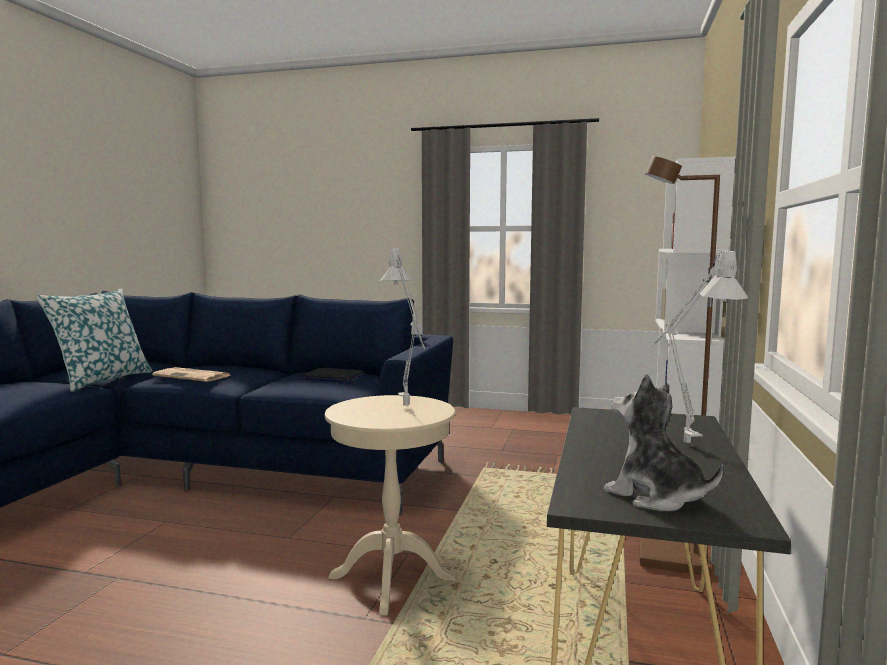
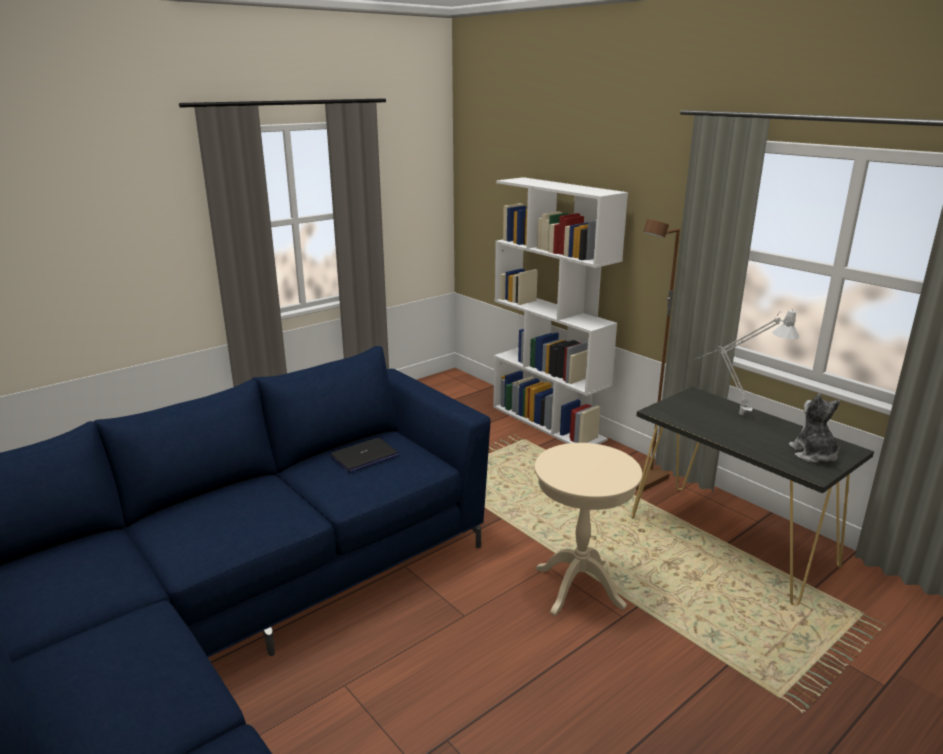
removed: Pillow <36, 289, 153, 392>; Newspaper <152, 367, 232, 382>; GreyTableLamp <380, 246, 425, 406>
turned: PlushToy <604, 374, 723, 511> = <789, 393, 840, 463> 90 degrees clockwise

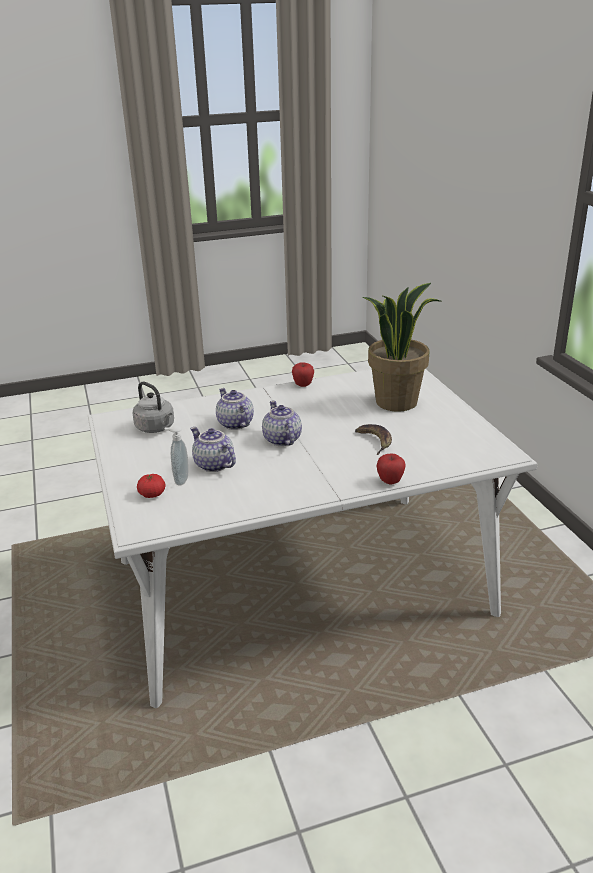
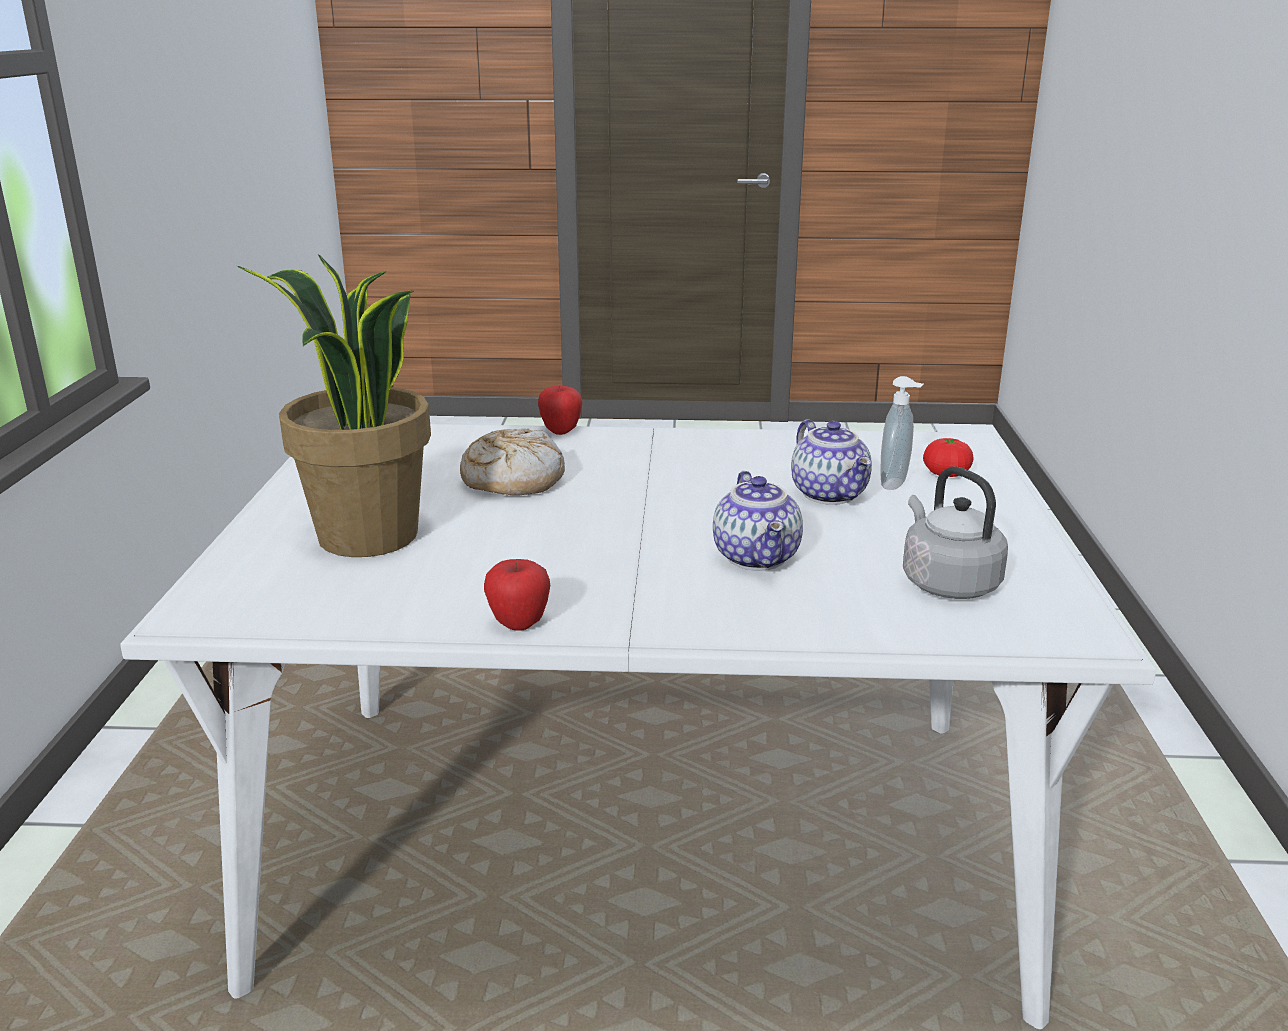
removed: Teapot <262, 401, 302, 446>
replaced: Banana <355, 424, 392, 455> to Bread <460, 429, 565, 496>

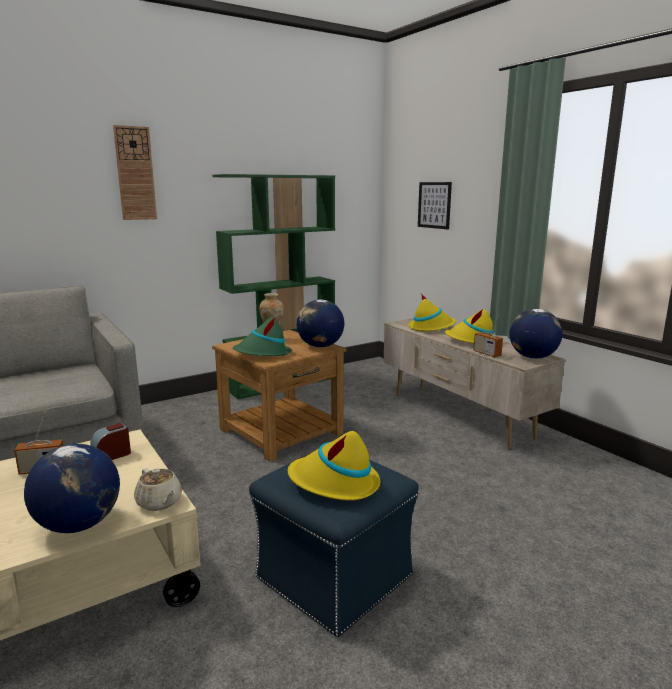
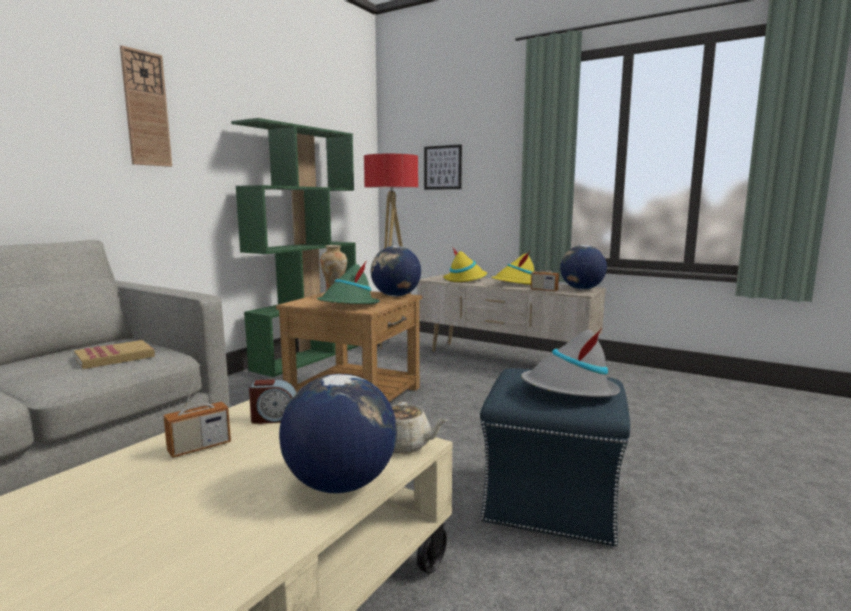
added: Book <74, 340, 155, 369>; FloorLamp <364, 154, 418, 349>
recoloured: YellowHat <288, 431, 380, 500> to GreyHat <521, 328, 620, 397>
turned: AlarmClock <91, 423, 131, 460> = <249, 379, 296, 424> 120 degrees counterclockwise

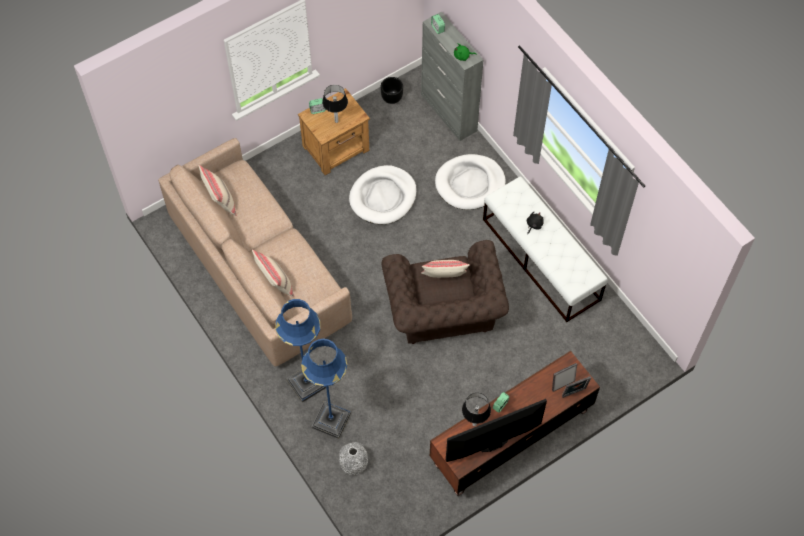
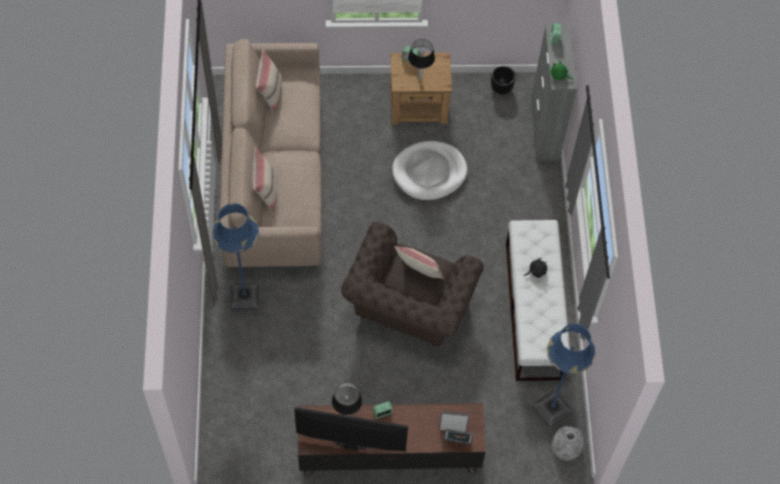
removed: WhiteDogBed <435, 154, 506, 210>
moved: BlueFloorLamp <301, 339, 351, 439> to <530, 324, 595, 430>; GreyVase <339, 442, 368, 475> to <552, 426, 583, 461>

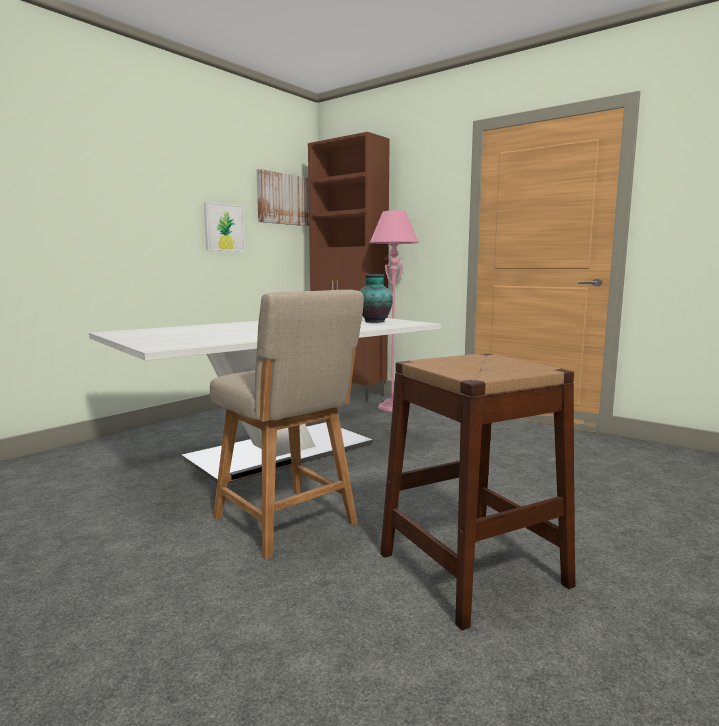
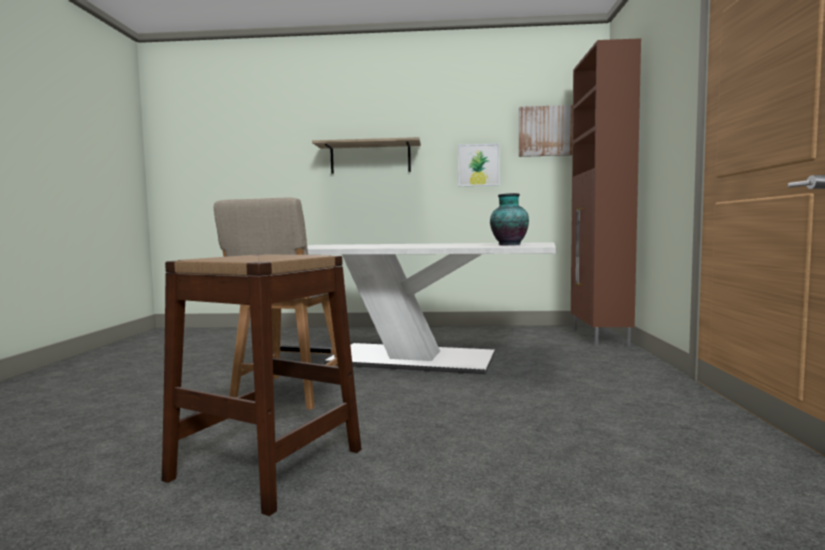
removed: PinkFloorLamp <370, 211, 418, 412>
added: Shelf <312, 137, 421, 174>

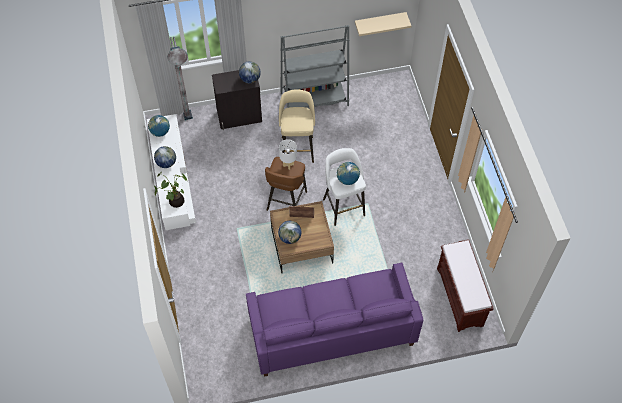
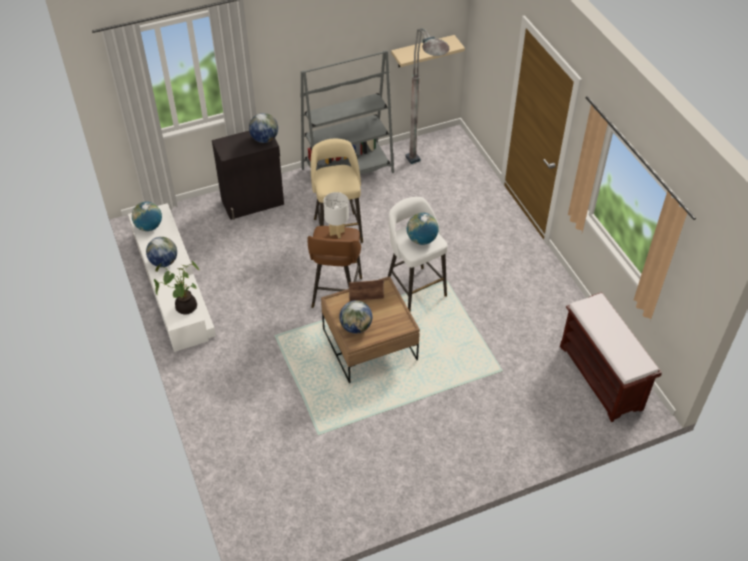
removed: PurpleSofa <246, 262, 423, 377>
moved: GreyFloorLamp <167, 37, 193, 120> to <405, 28, 449, 164>

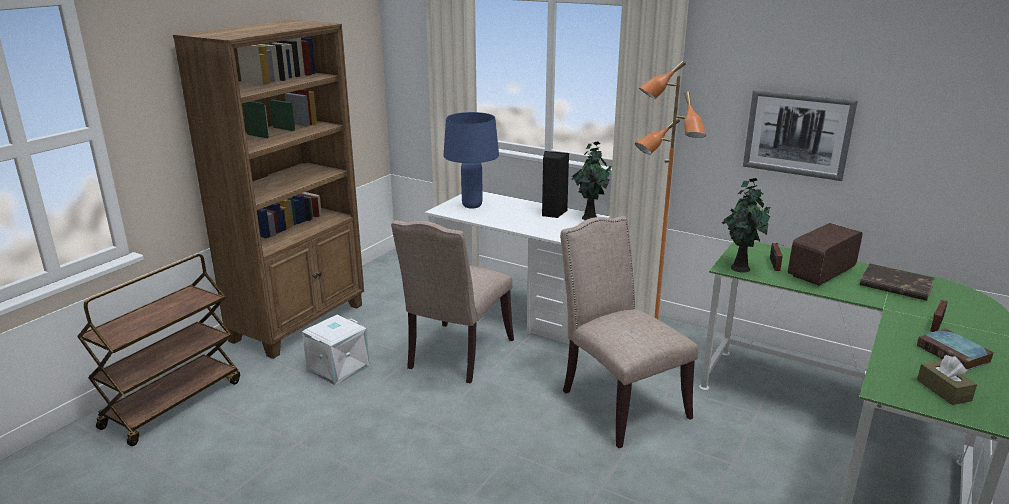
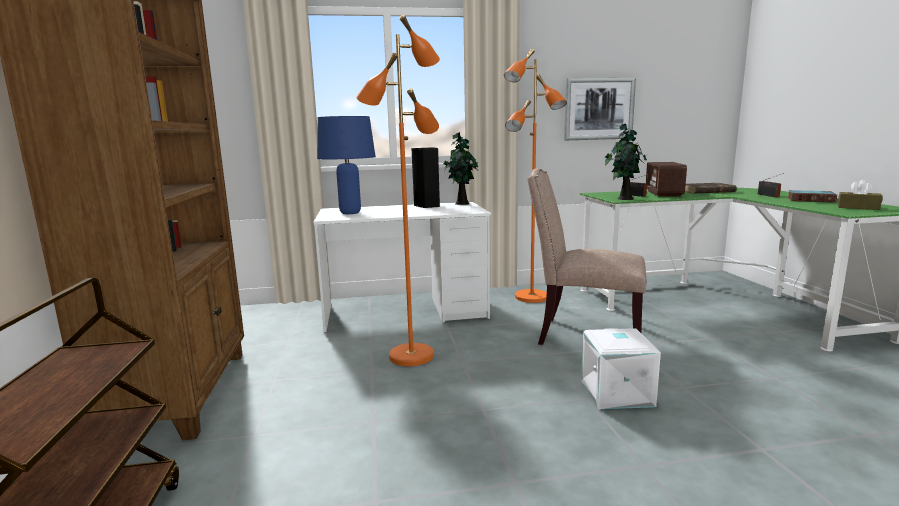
moved: WhiteStorageBox <302, 315, 369, 385> to <581, 328, 661, 409>
replaced: BeigeChair <391, 220, 514, 383> to OrangeFloorLamp <356, 15, 440, 366>

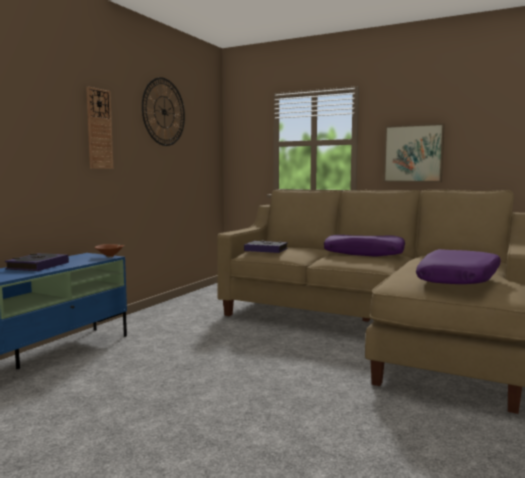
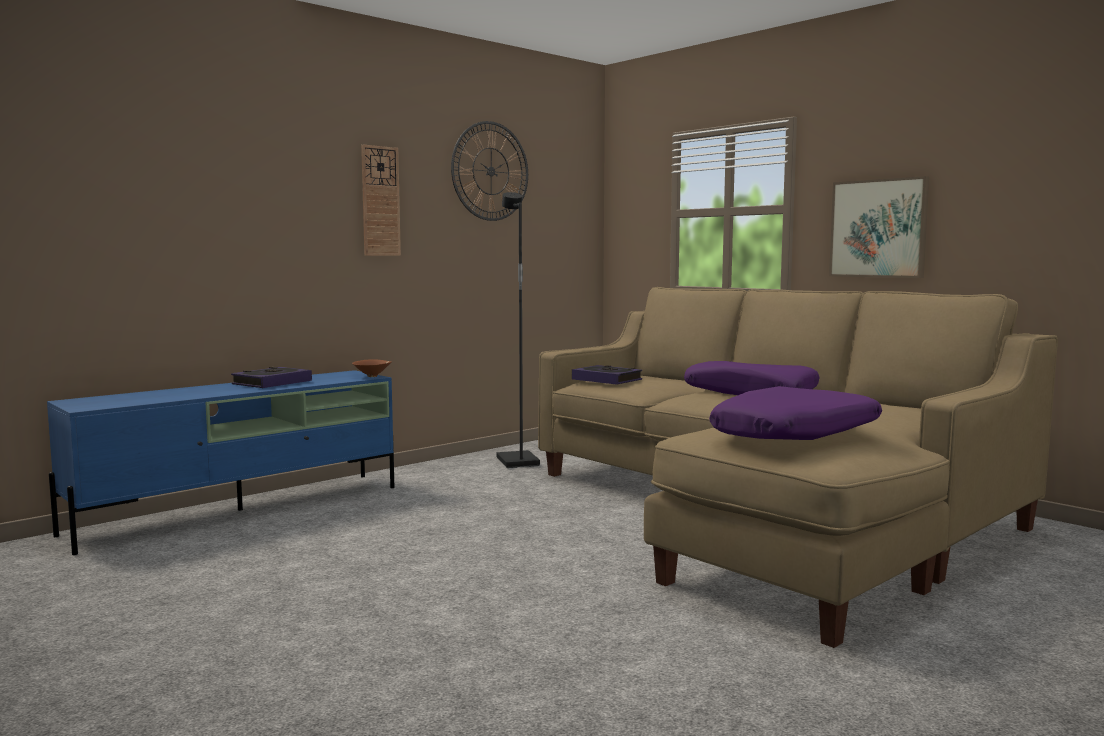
added: BlackFloorLamp <497, 192, 540, 468>

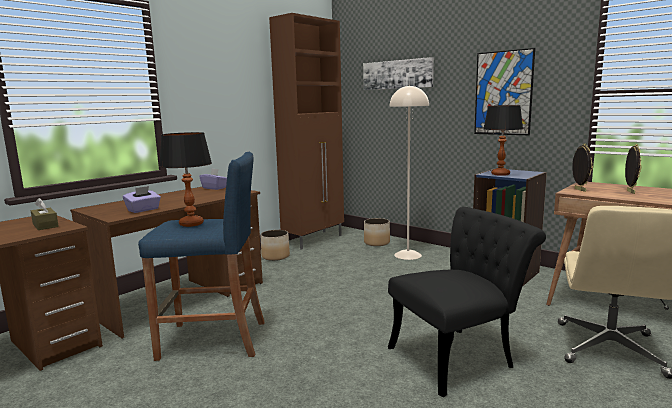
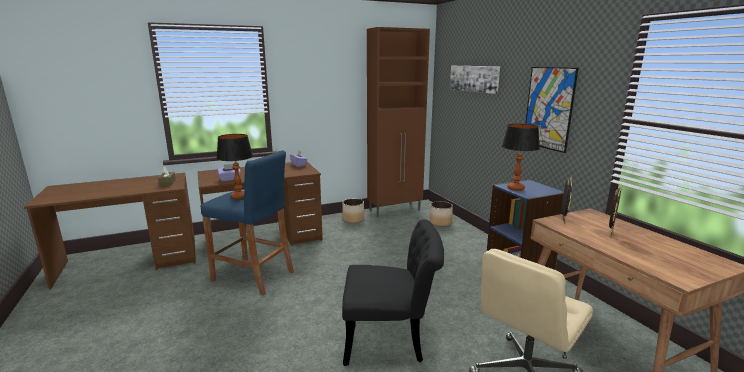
removed: BeigeFloorLamp <389, 85, 429, 260>

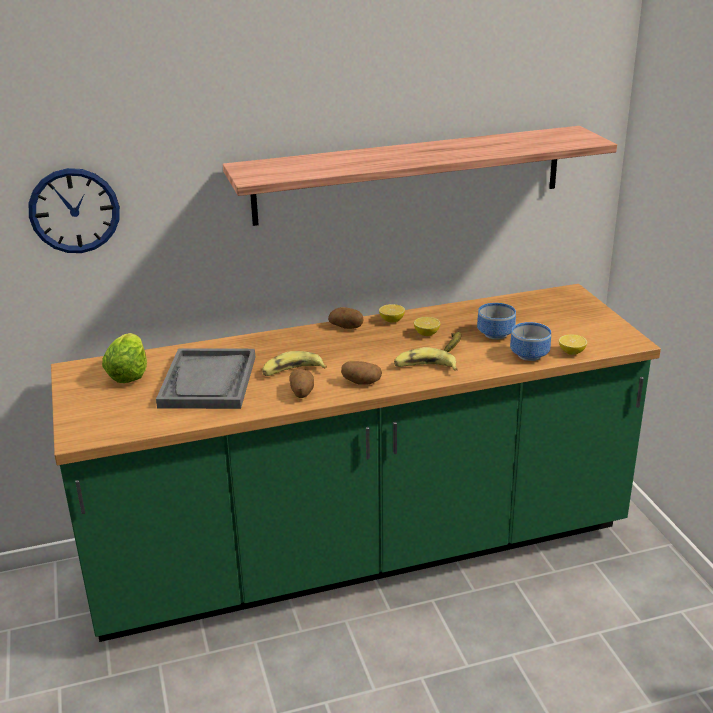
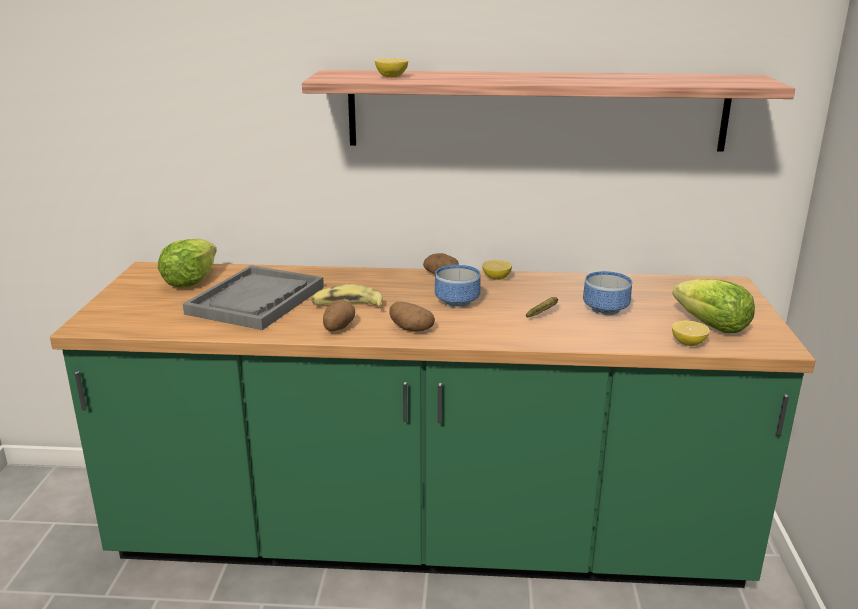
removed: WallClock <29, 168, 120, 253>; Banana <394, 347, 458, 370>
added: Lettuce <672, 279, 755, 333>
moved: Lemon <414, 317, 441, 336> to <375, 58, 408, 77>; Bowl <510, 322, 551, 361> to <435, 265, 480, 308>

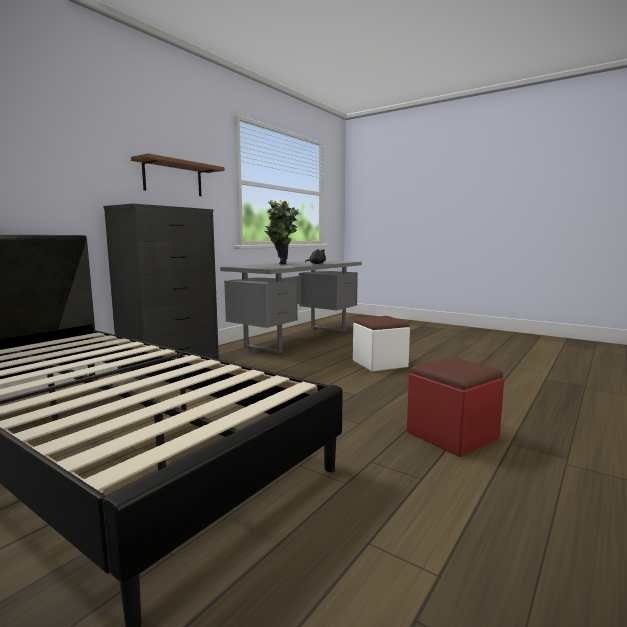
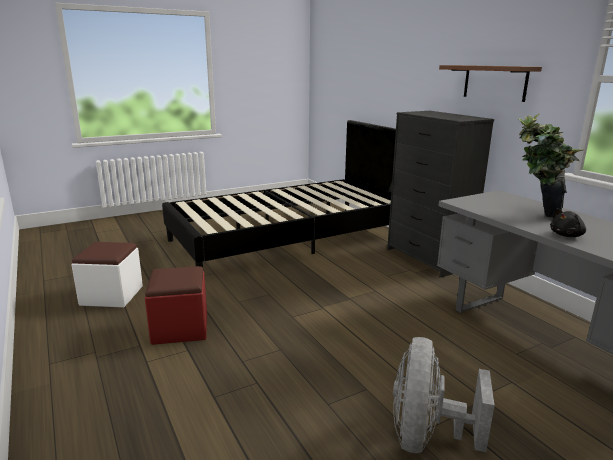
added: GreyFan <393, 337, 495, 453>
moved: WhiteOttoman <353, 316, 410, 372> to <71, 242, 143, 308>

